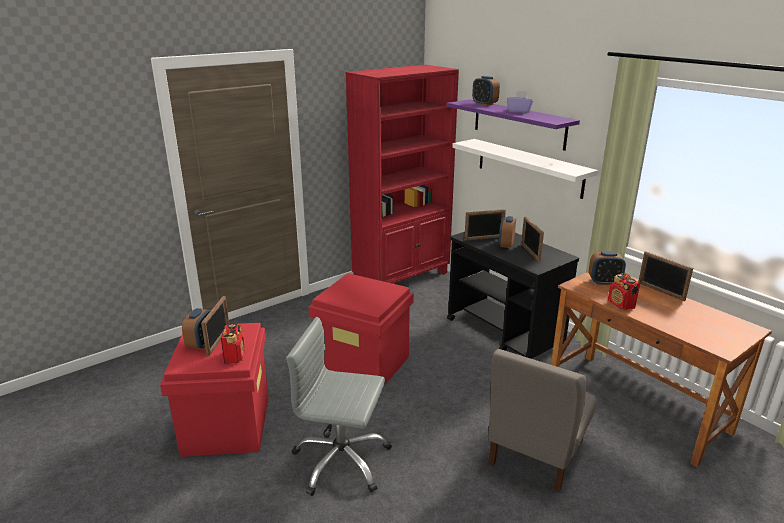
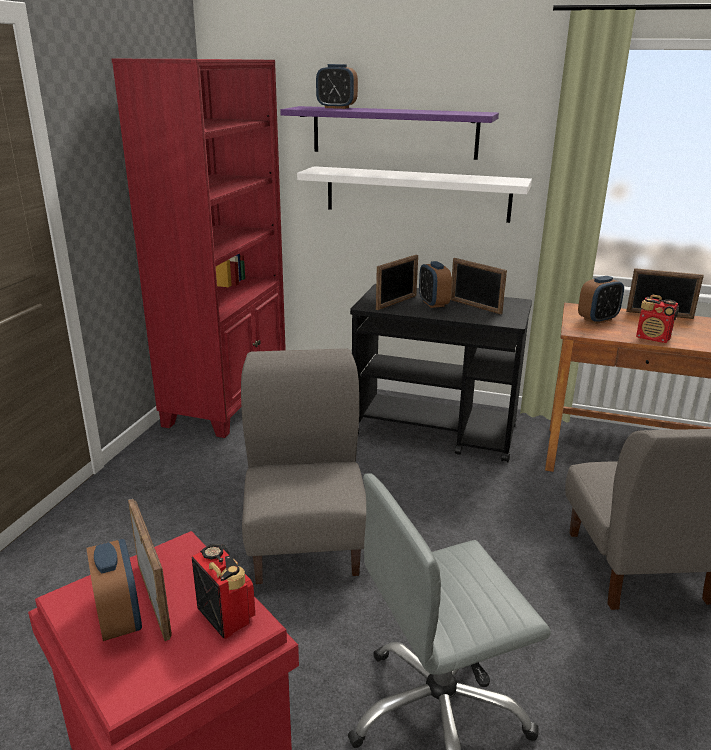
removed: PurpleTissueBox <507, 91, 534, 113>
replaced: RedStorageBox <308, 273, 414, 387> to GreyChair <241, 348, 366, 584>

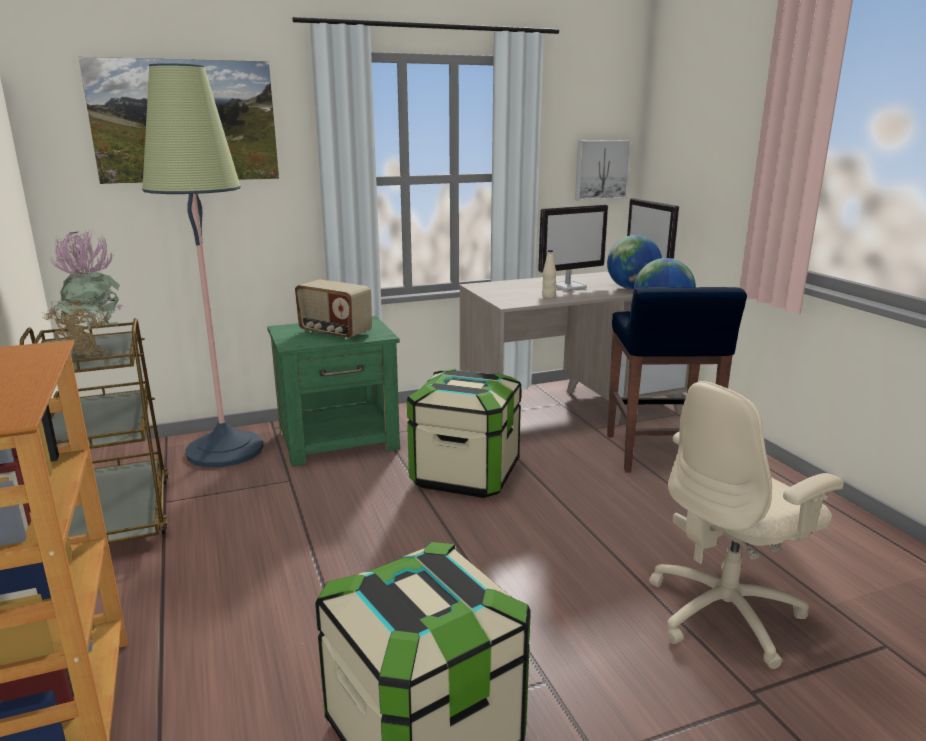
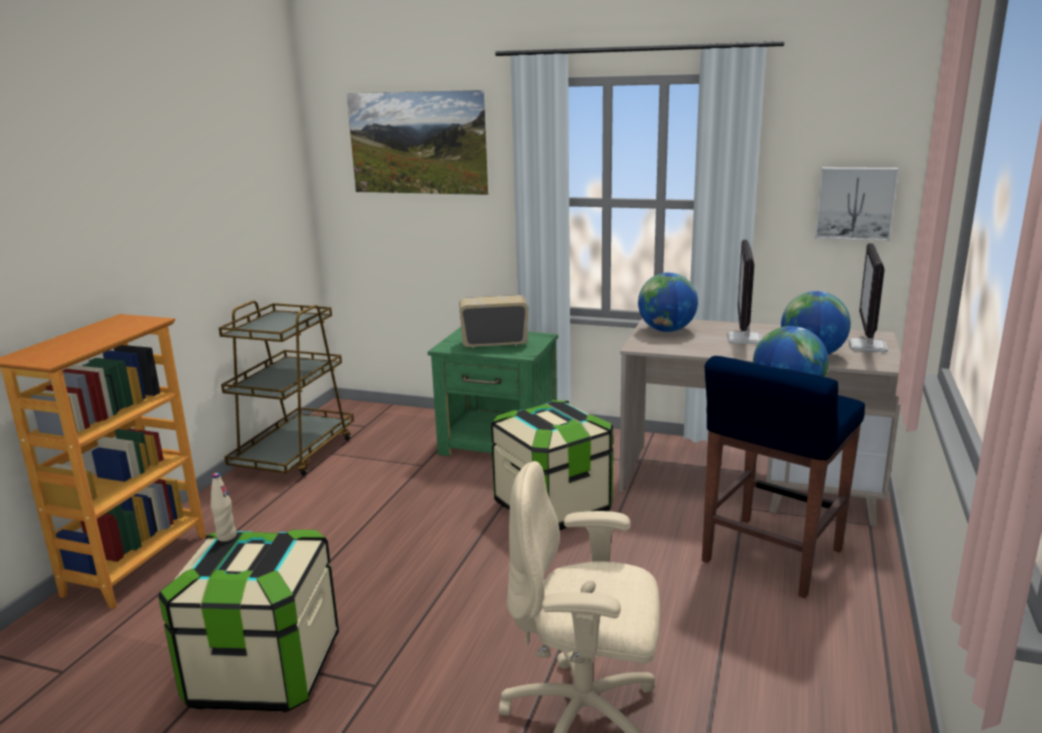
removed: PottedPlant <43, 229, 122, 358>; FloorLamp <142, 63, 264, 467>
added: Globe <638, 272, 698, 332>
moved: BeigeBottle <542, 250, 556, 298> to <211, 473, 237, 542>
turned: Radio <295, 279, 372, 340> = <459, 295, 528, 348> 105 degrees clockwise; Monitor <538, 204, 608, 291> = <728, 240, 762, 344> 90 degrees clockwise

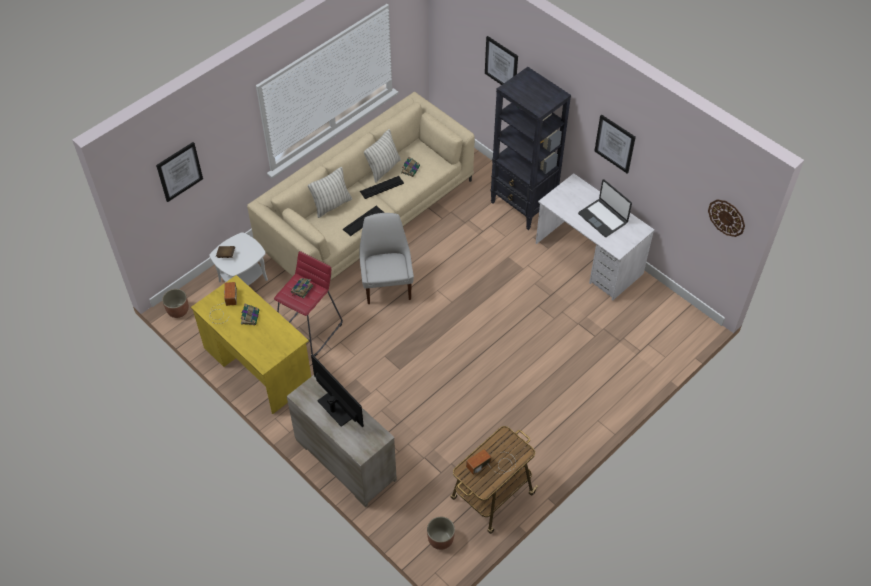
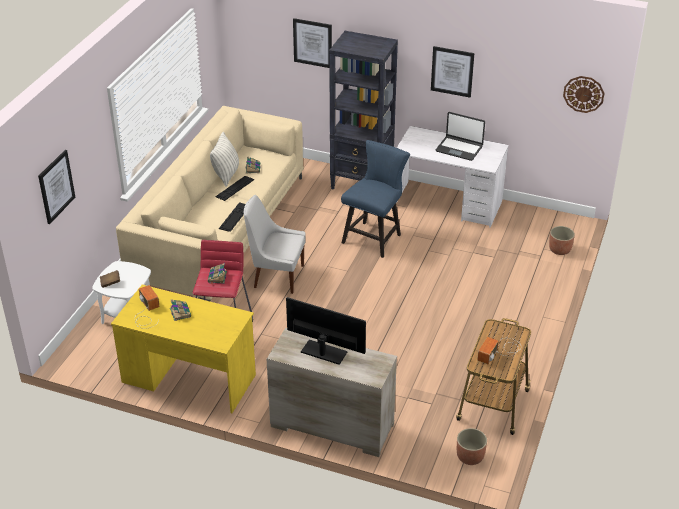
removed: Pillow <308, 167, 352, 218>
added: BlueChair <341, 140, 410, 258>
moved: Planter <162, 289, 189, 318> to <549, 226, 575, 255>
turned: WhiteChair <359, 213, 414, 304> = <244, 195, 306, 294> 45 degrees counterclockwise

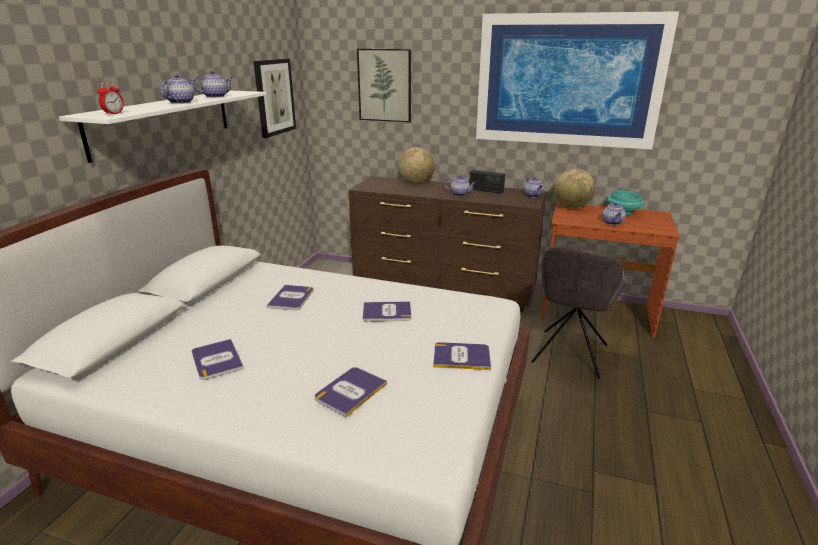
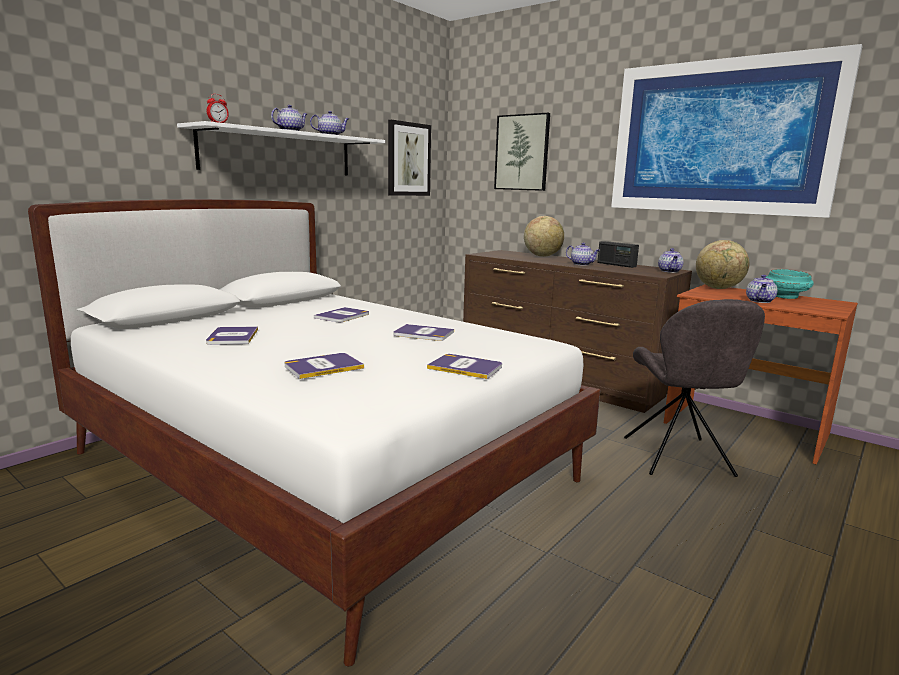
turned: GreyChair <531, 244, 625, 379> = <624, 299, 765, 477> 45 degrees counterclockwise

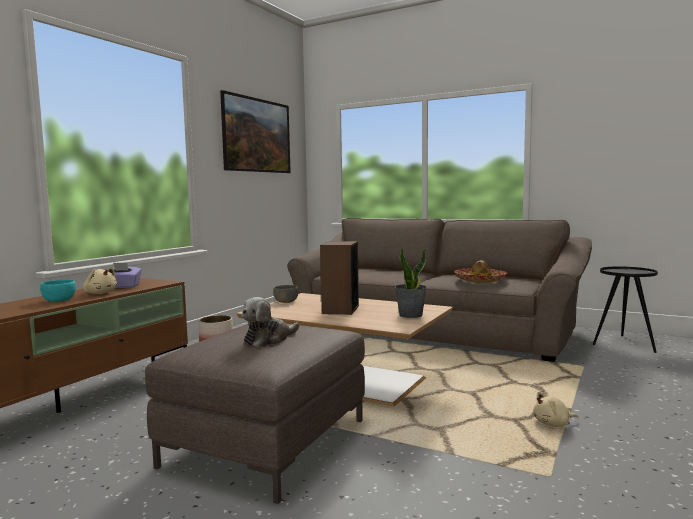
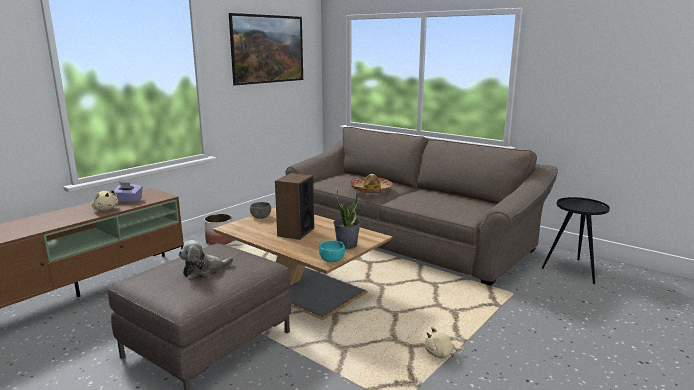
moved: TurquoiseBowl <40, 280, 76, 302> to <319, 241, 345, 262>; Hat <454, 260, 507, 283> to <350, 174, 393, 193>

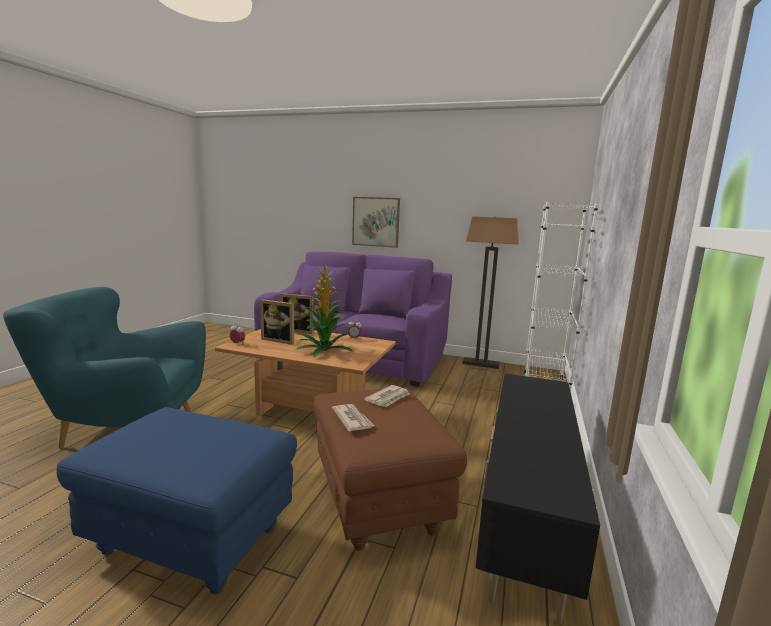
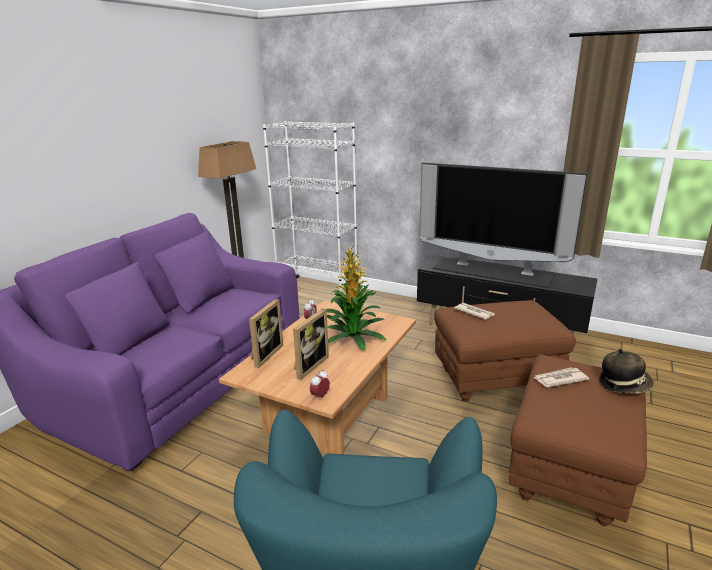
removed: Picture <352, 197, 400, 248>
added: Television <419, 163, 587, 288>; Hat <599, 349, 653, 394>
moved: Newspaper <332, 404, 374, 431> to <534, 367, 589, 387>
recoloured: BlueOttoman <56, 407, 297, 594> to BrownOttoman <509, 355, 647, 526>

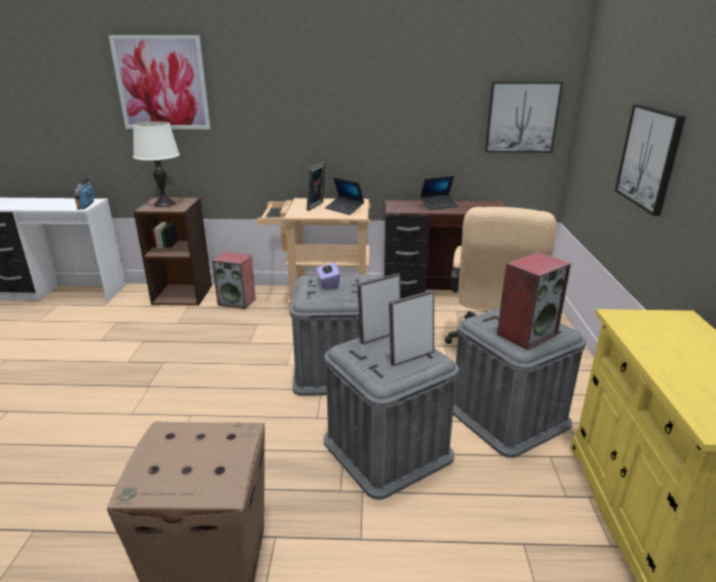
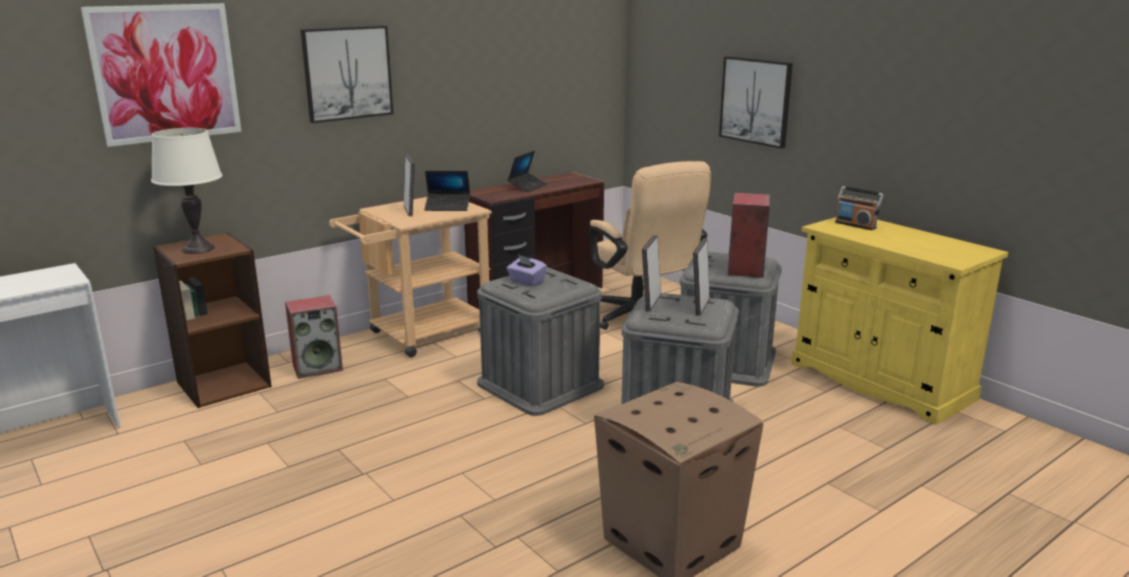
moved: Radio <74, 177, 95, 209> to <835, 186, 884, 230>; Picture <485, 82, 563, 153> to <300, 26, 394, 123>

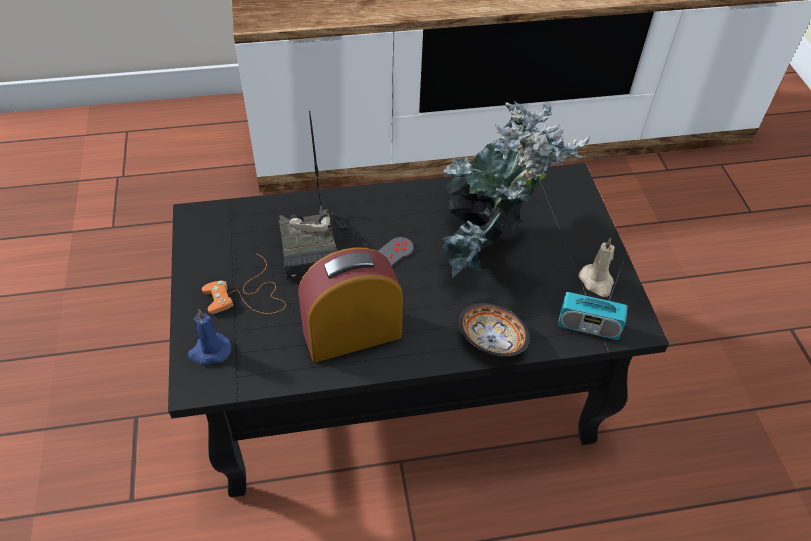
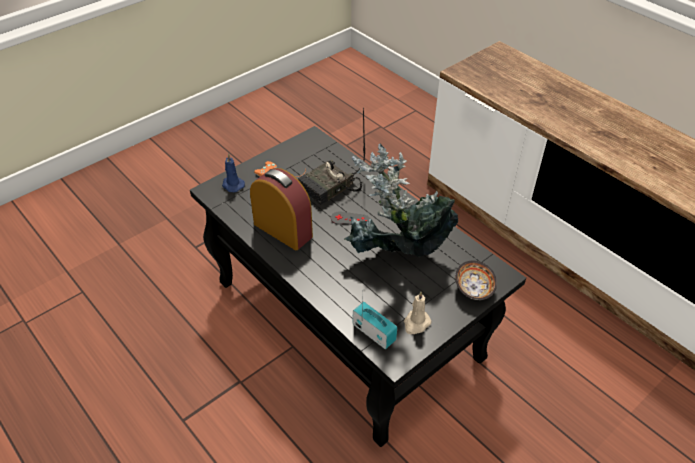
moved: Bowl <459, 303, 530, 357> to <455, 261, 497, 300>
turned: Radio <558, 261, 628, 340> = <353, 298, 397, 349> 150 degrees clockwise

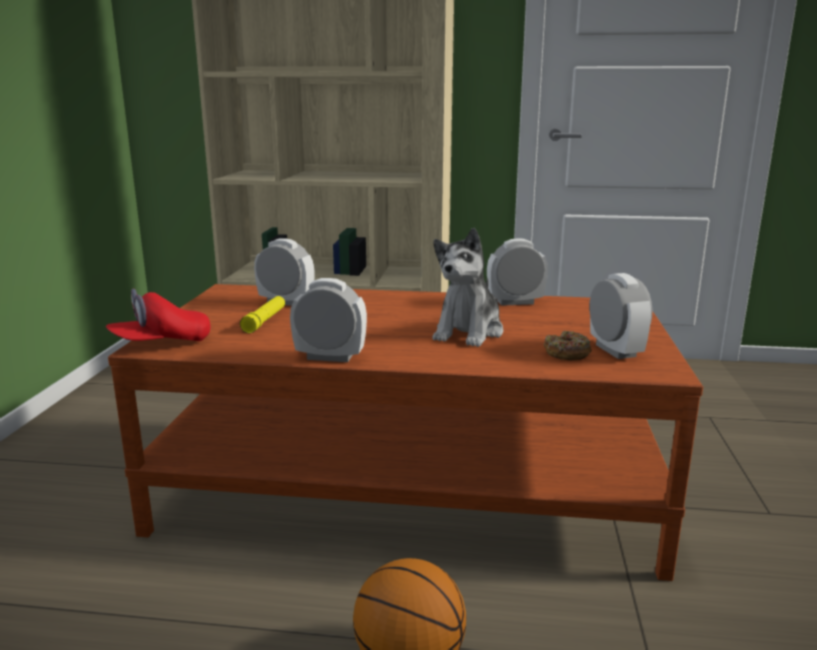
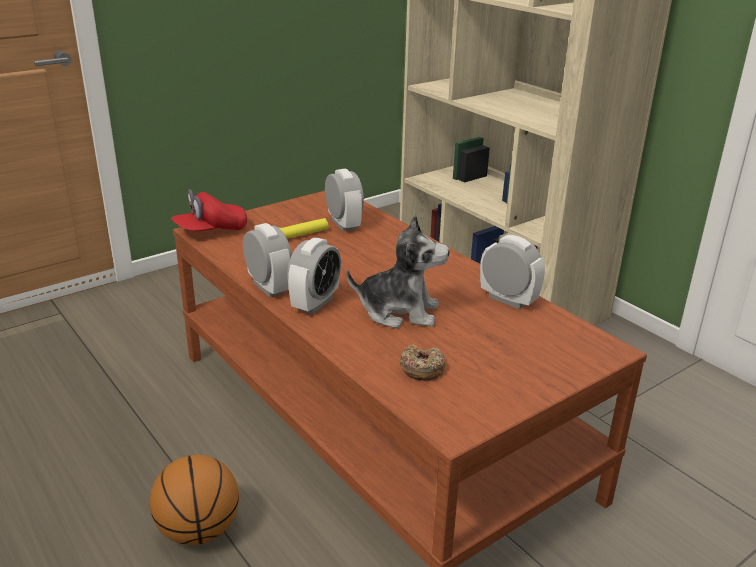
moved: AlarmClock <589, 273, 652, 359> to <287, 238, 341, 314>
turned: RedCap <106, 289, 211, 341> = <171, 189, 247, 231> 45 degrees counterclockwise; PlushToy <433, 228, 503, 347> = <346, 215, 449, 329> 150 degrees counterclockwise

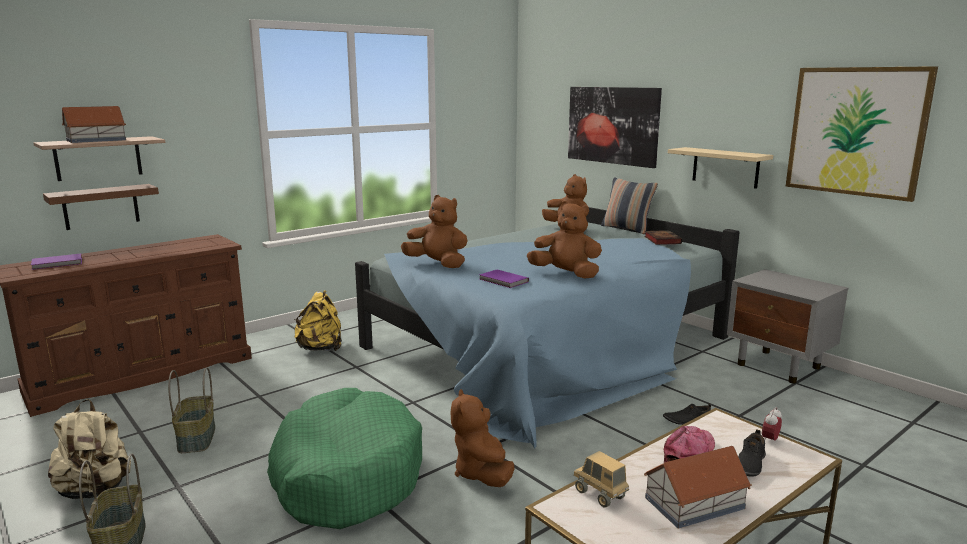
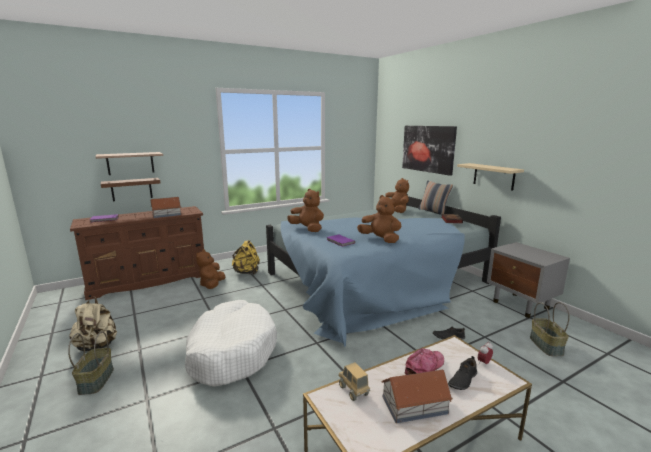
removed: Picture <786, 66, 938, 202>
moved: ToyHouse <62, 106, 126, 143> to <151, 197, 181, 218>; Basket <168, 367, 215, 453> to <530, 302, 570, 356>; BrownPlushToy <451, 389, 515, 487> to <196, 249, 225, 289>
recoloured: GreenDogBed <267, 388, 422, 529> to WhiteDogBed <185, 300, 277, 387>

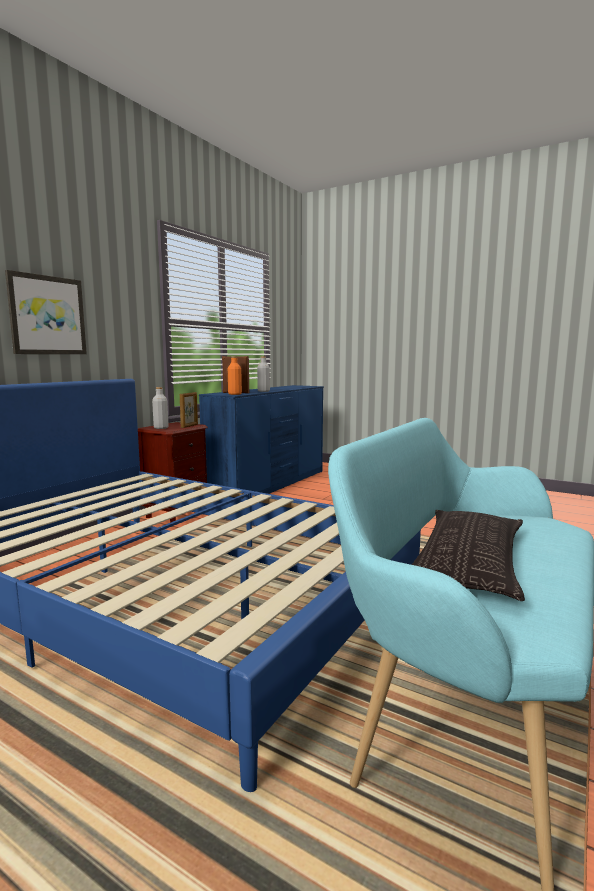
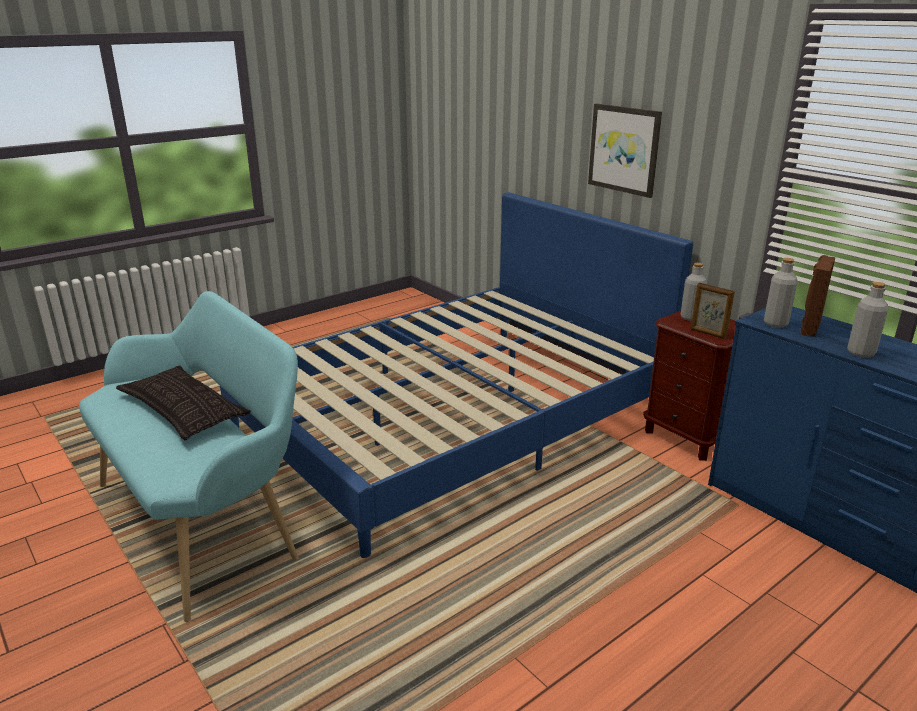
recoloured: OrangeBottle <228, 356, 242, 395> to GreyBottle <764, 258, 798, 328>

